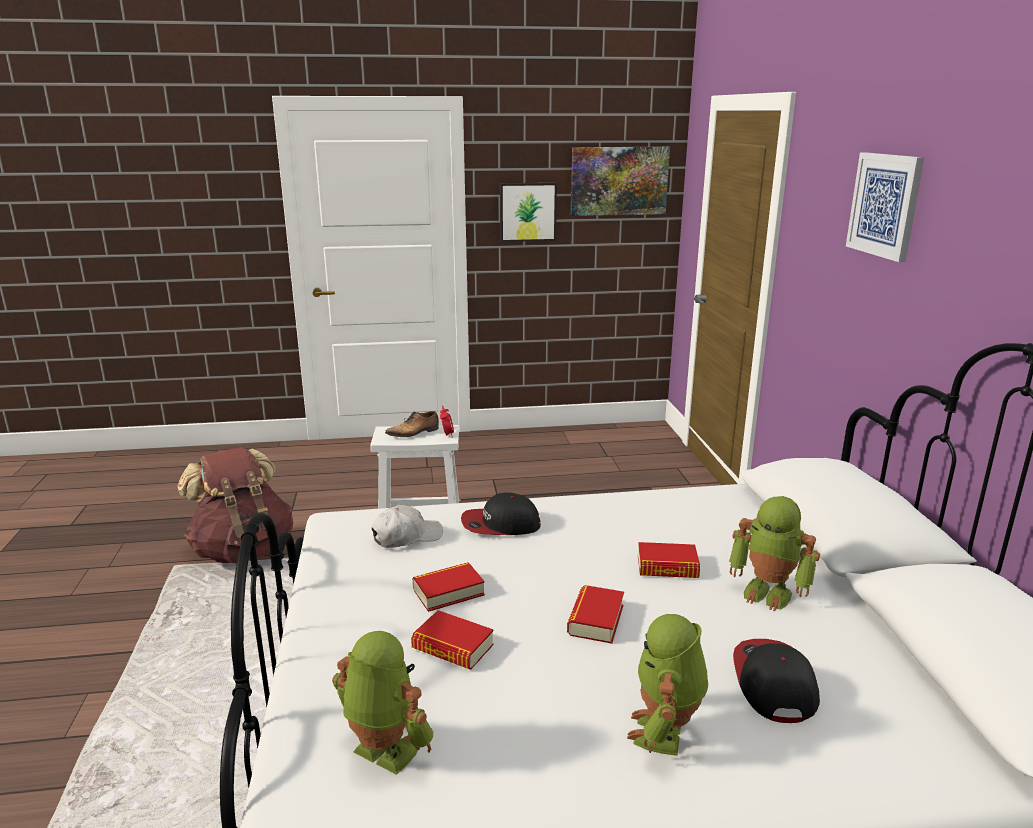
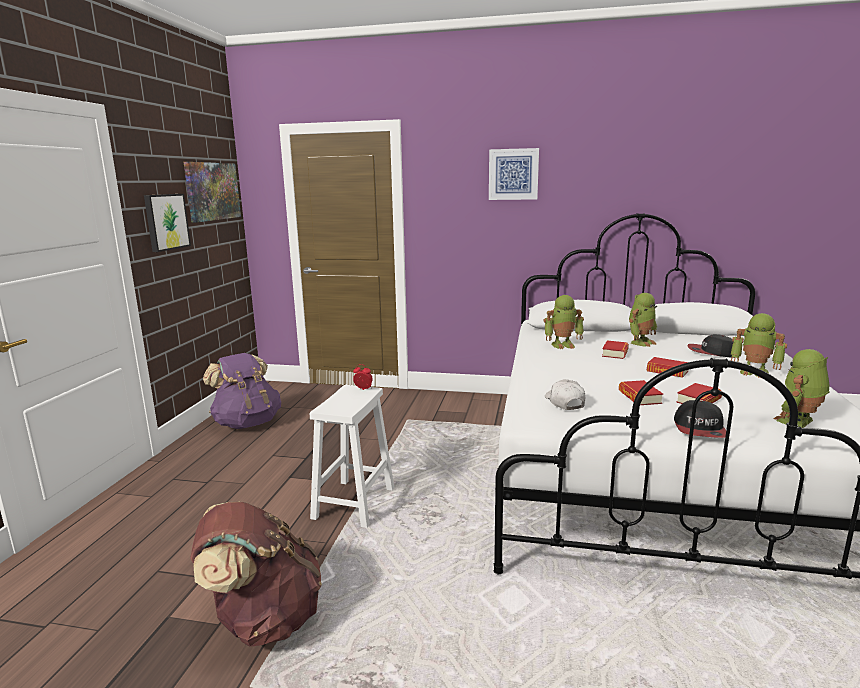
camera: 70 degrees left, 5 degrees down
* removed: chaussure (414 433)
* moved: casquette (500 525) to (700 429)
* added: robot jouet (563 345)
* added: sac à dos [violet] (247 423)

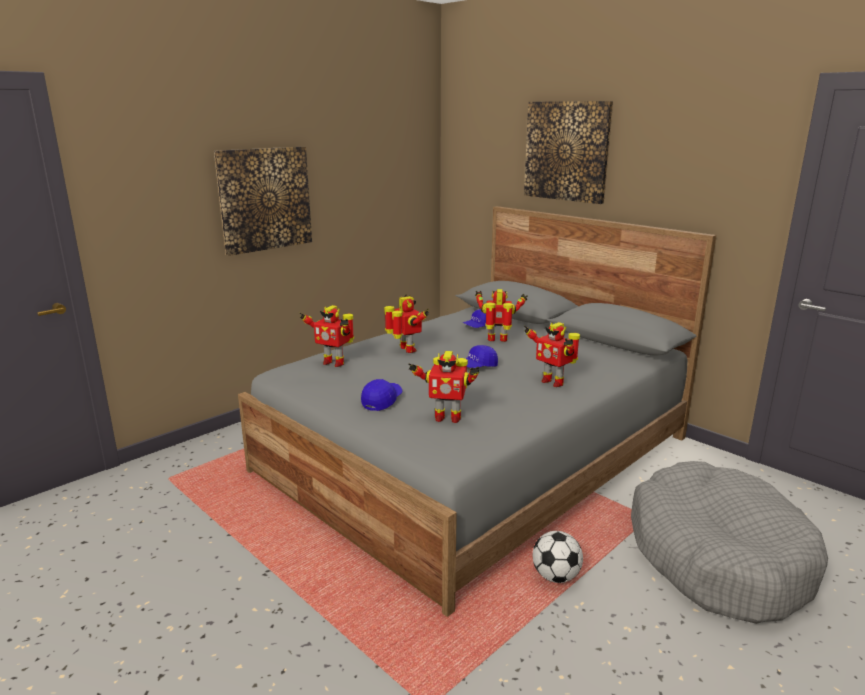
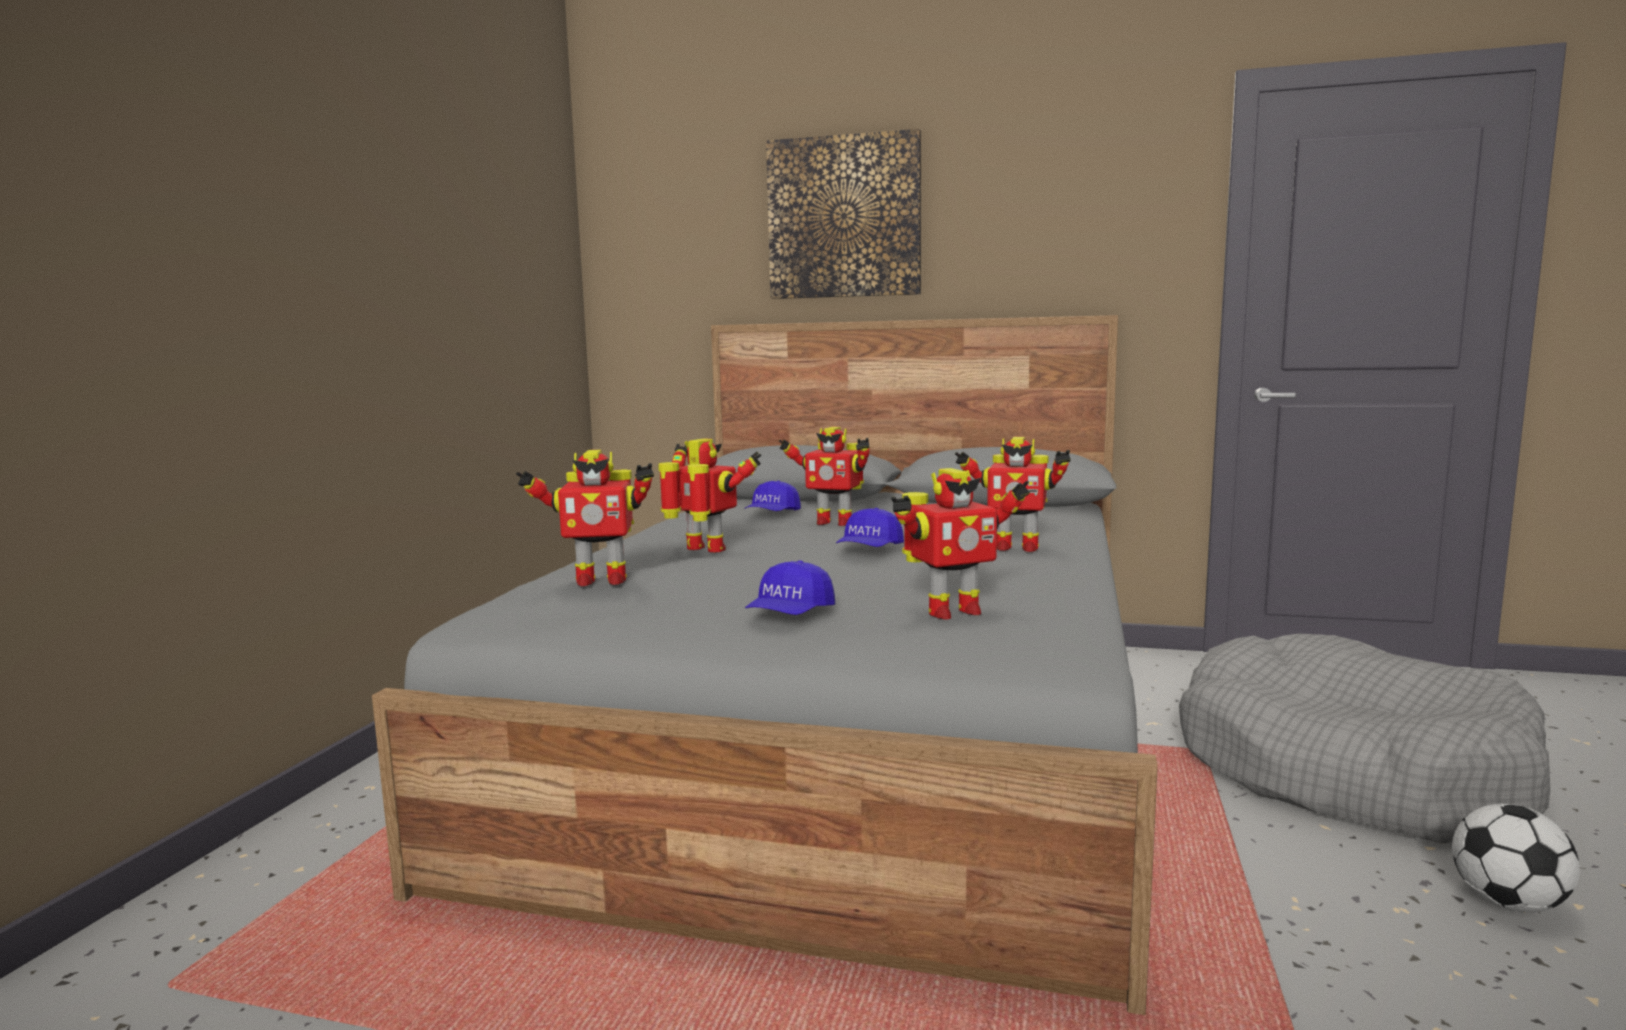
camera: 30 degrees left, 10 degrees down
* removed: tableau (264 199)
* turned: robot jouet (498 340) = (833 522) 135 degrees counterclockwise
* turned: casquette [bleu] (382 401) = (790 615) 150 degrees counterclockwise
* moved: ballon de foot (555 576) to (1508 903)

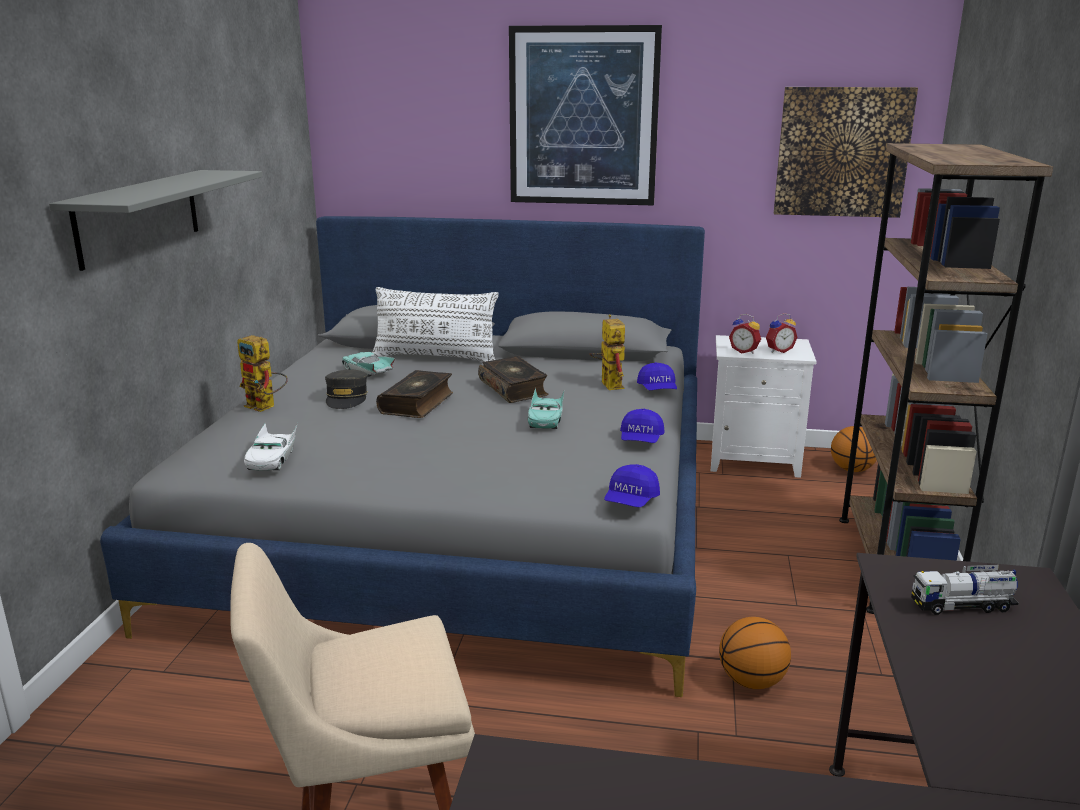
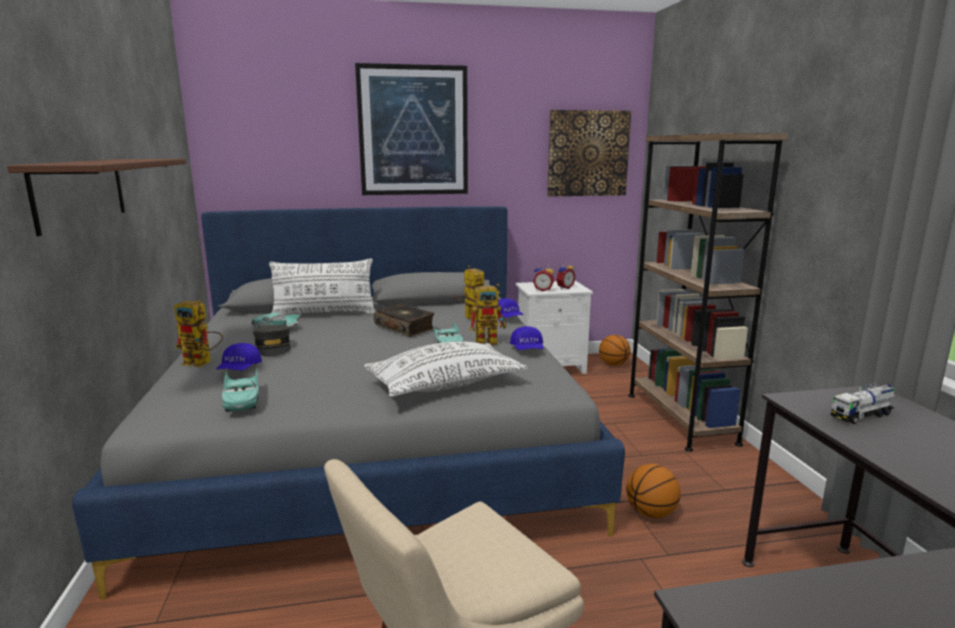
camera: 20 degrees left, 5 degrees down
* recoloured: étagère [gris] (139 216) to étagère [marron] (81 192)
* removed: livre (418 403)
* recoloured: petite voiture [blanc] (272 458) to petite voiture [turquoise] (242 400)
* moved: casquette [bleu] (631 501) to (239 369)
* added: robot jouet (491 341)
* added: coussin [blanc] (445 385)

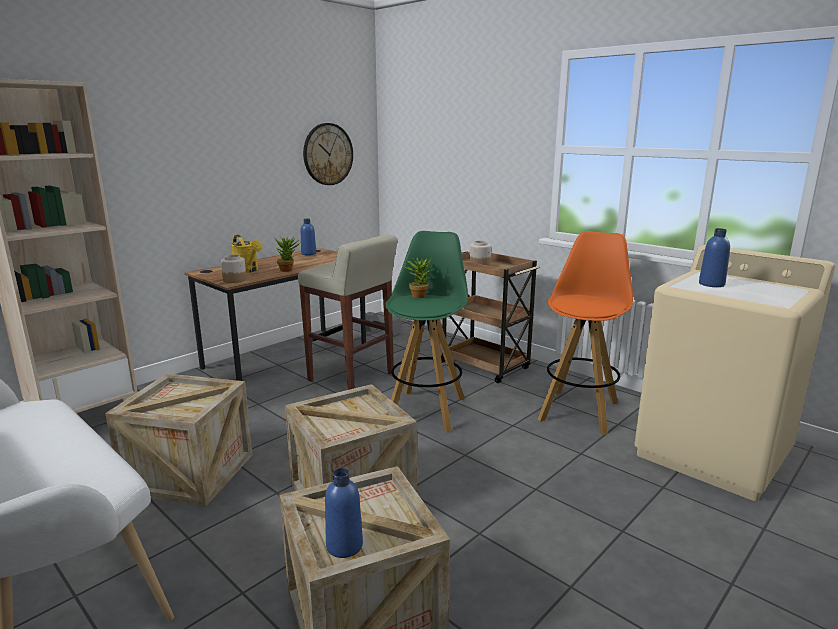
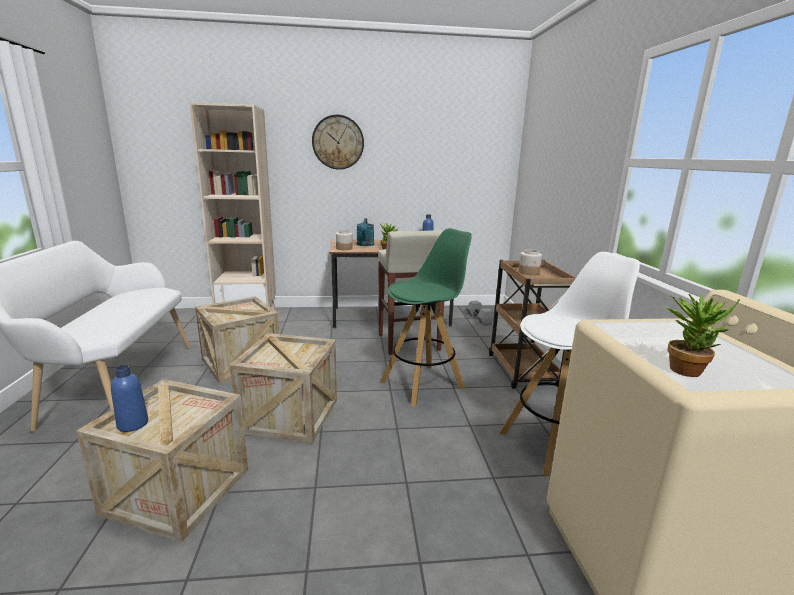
camera: 40 degrees right, 0 degrees up
* moved: horloge murale (328 154) to (338 142)
* removed: bouteille [bleu] (711 284)
* recoloured: tabouret [orange] (579 410) to tabouret [blanc] (554 442)
* recoloured: arrosoir [jaune] (248 270) to arrosoir [turquoise] (365 245)
* moved: plante en pot (419 295) to (687 369)

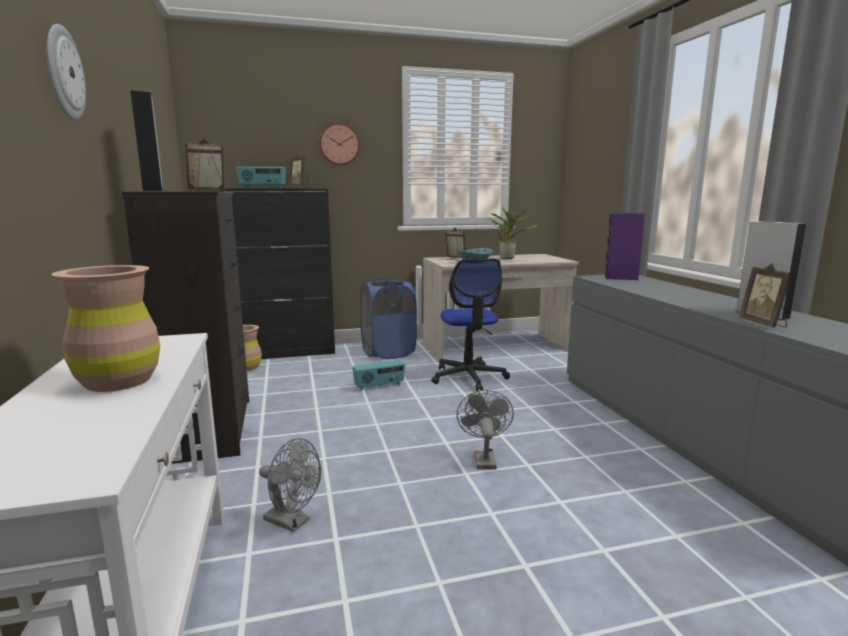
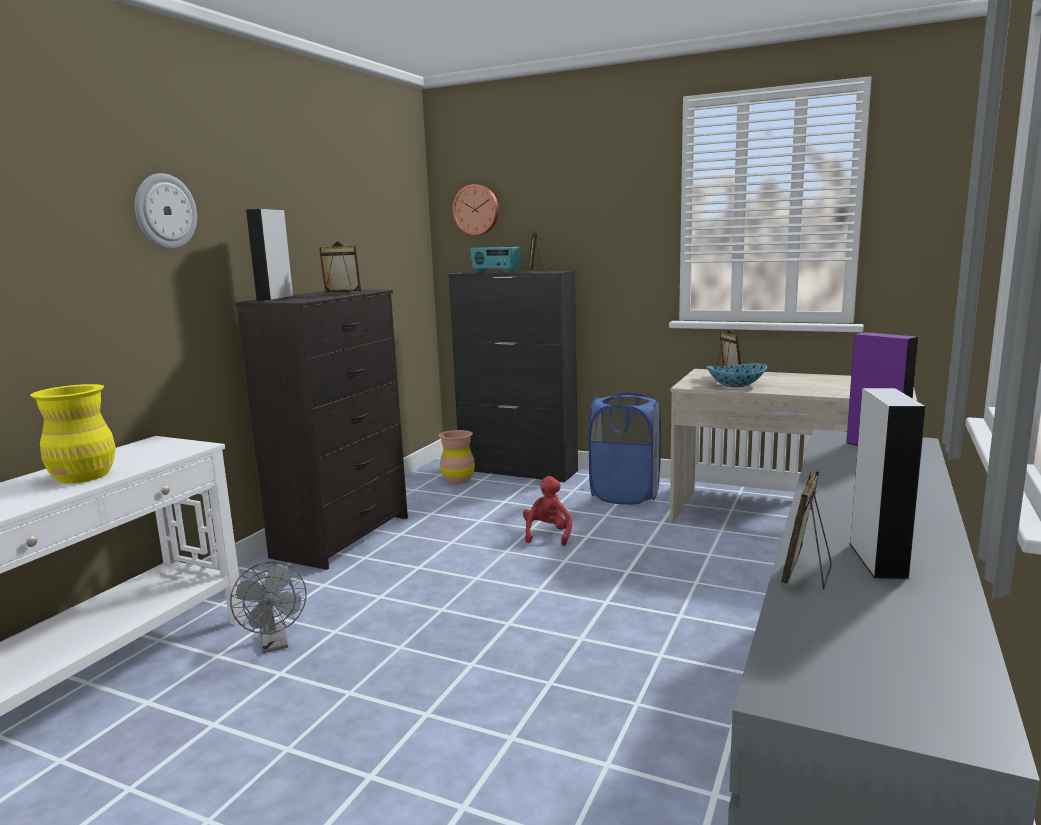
camera: 40 degrees right, 0 degrees up
* moved: horloge murale (339 144) to (476 210)
* removed: plante en pot (507 258)
* removed: chaise de bureau (468 377)
* recoloured: vase [marron] (118 381) to vase [jaune] (83 476)
* replaced: radio (379 386) to peluche [rouge] (548 534)
* removed: ventilateur [gris] (483 458)

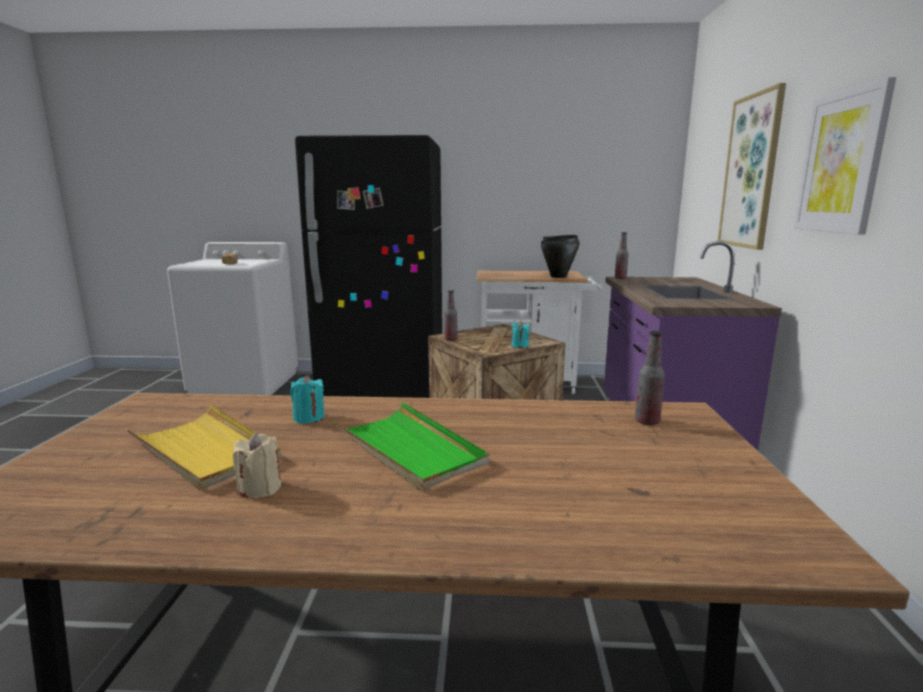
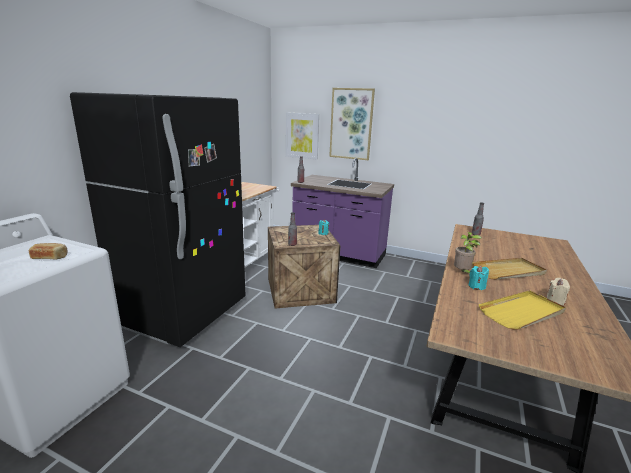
camera: 70 degrees left, 5 degrees up
* moved: tableau (841 162) to (302 135)
* removed: marmite [noir] (559 277)
* recoloured: plateau [vert] (409 448) to plateau [beige] (508 271)
* added: plante en pot (462 273)

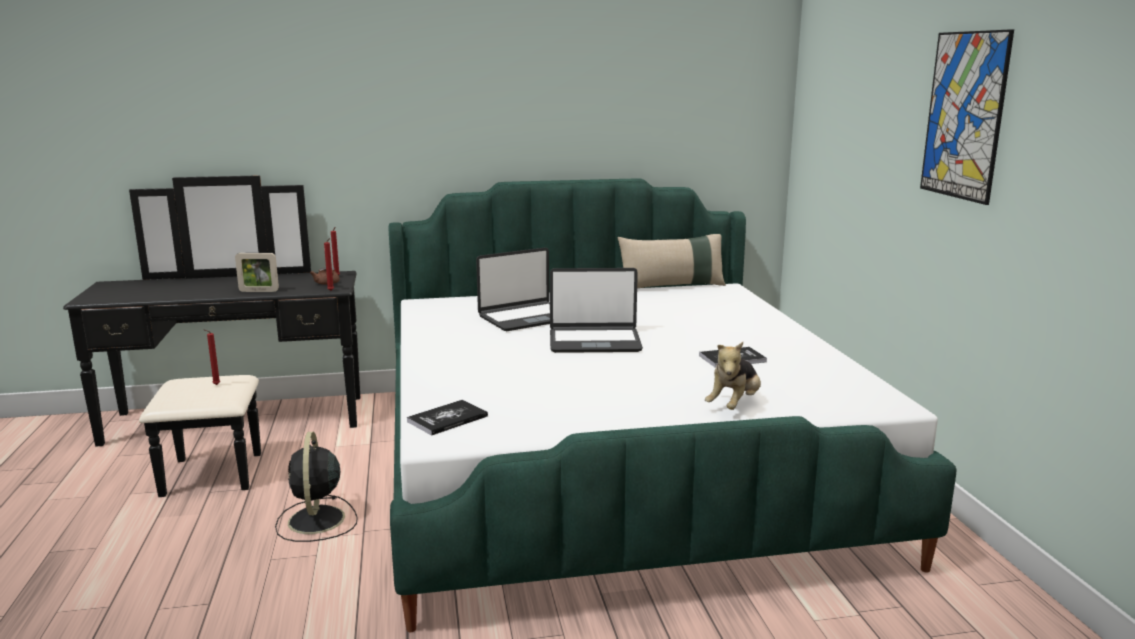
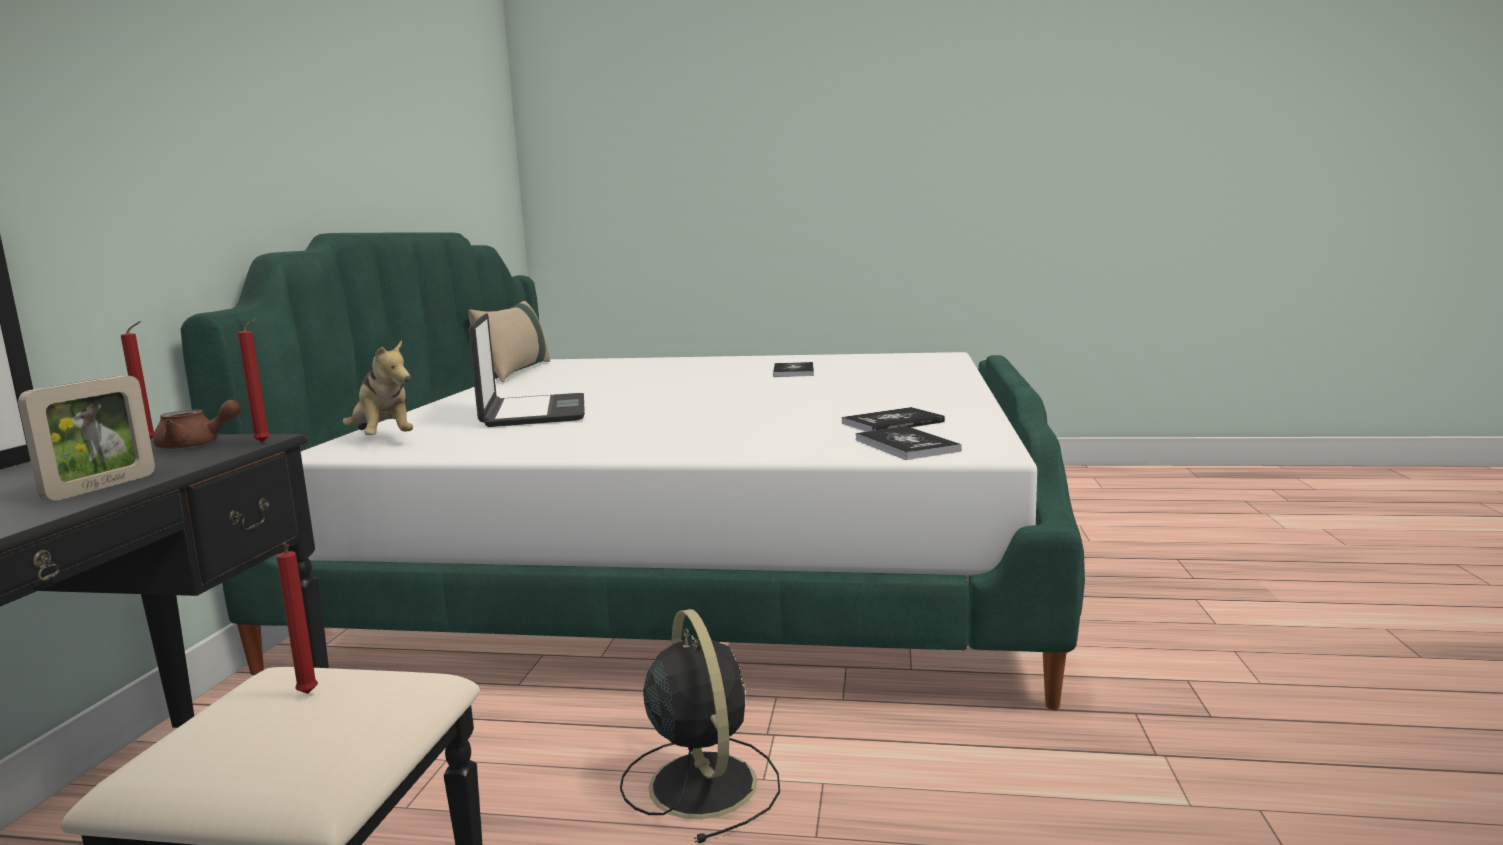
camera: 70 degrees left, 5 degrees down
* removed: tableau (964 115)
* removed: ordinateur portable (594 341)
* moved: peluche (734 405) to (383 439)
* turned: ventilateur [noir] (316 521) = (701 782) 120 degrees counterclockwise
* added: livre (892 422)

